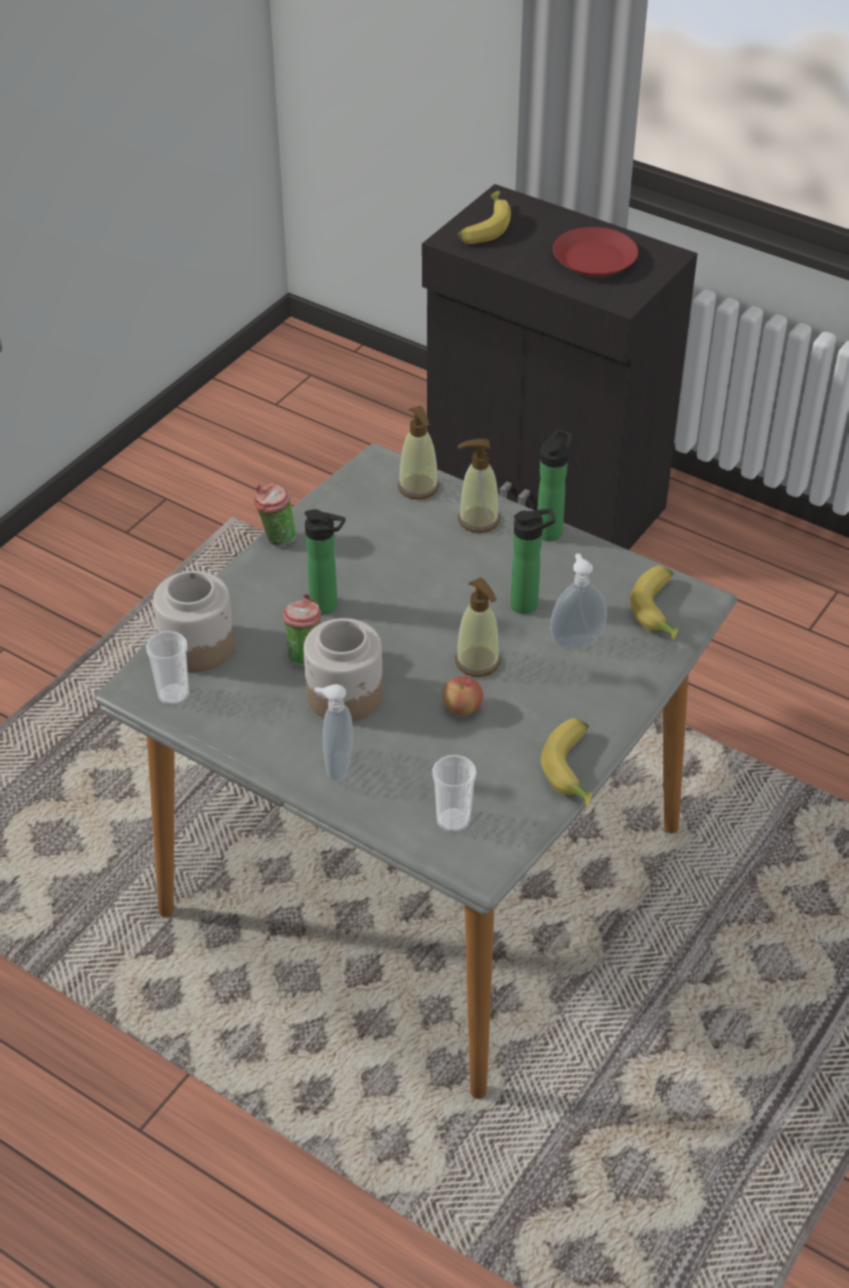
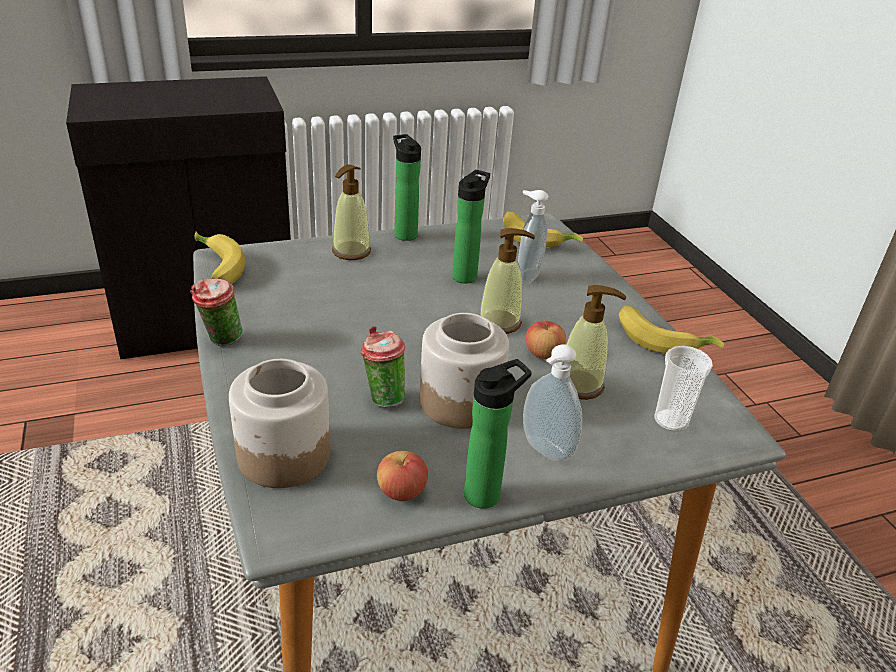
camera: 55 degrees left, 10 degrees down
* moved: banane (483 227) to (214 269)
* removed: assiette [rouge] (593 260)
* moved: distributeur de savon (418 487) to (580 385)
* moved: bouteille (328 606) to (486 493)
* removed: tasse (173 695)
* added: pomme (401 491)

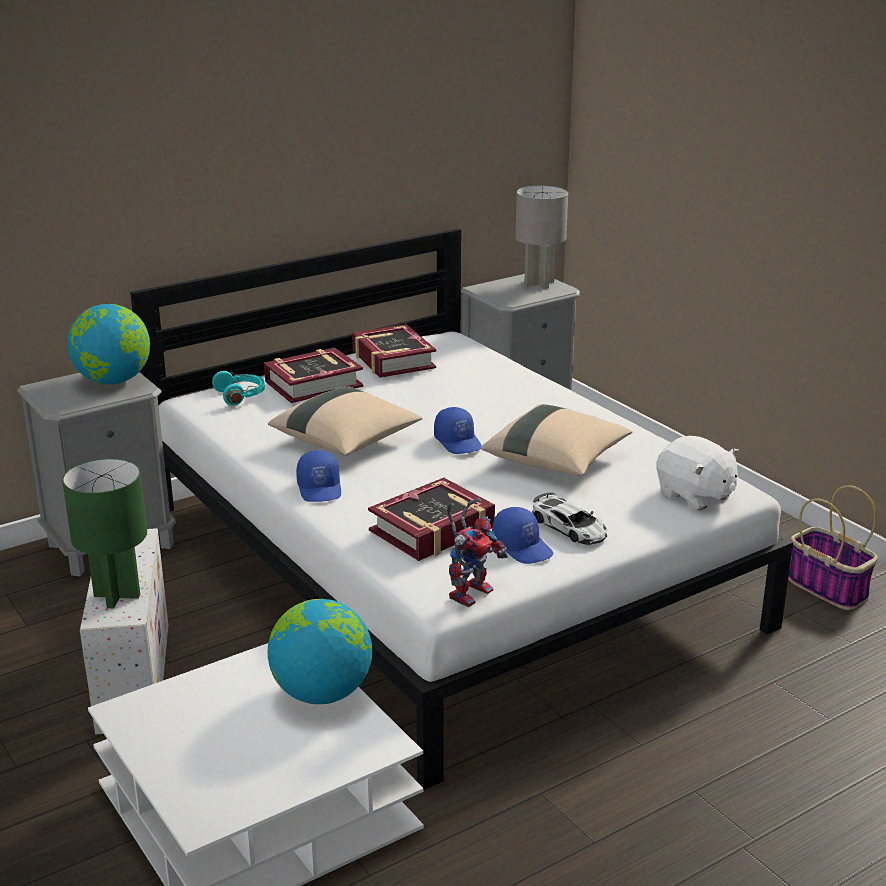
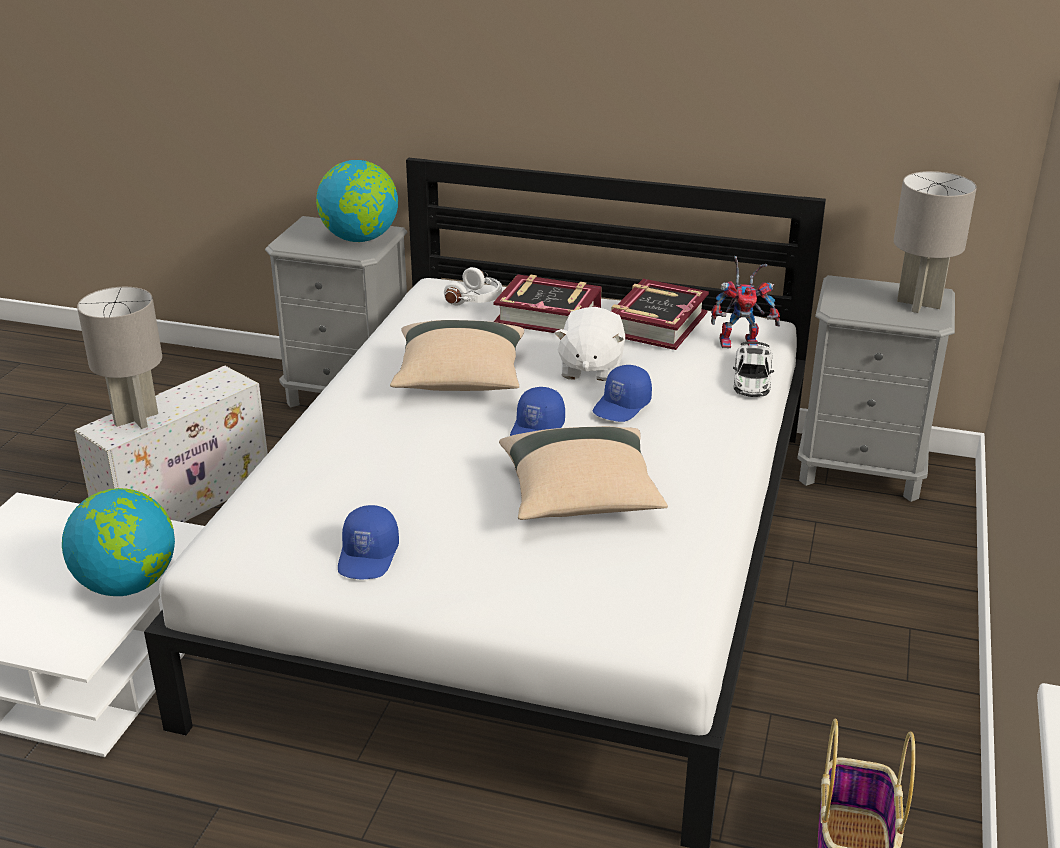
camera: 50 degrees right, 5 degrees up
* recoloured: casque audio [turquoise] (241 395) to casque audio [blanc] (476 299)
* moved: peluche [blanc] (695 495) to (590 369)
* moved: casquette [bleu] (320 488) to (622 406)
* recoloured: lampe de table [vert] (117 596) to lampe de table [gris] (136 419)
* removed: livre (432 530)
* moved: petite voiture (569 527) to (752 378)
* moved: robot jouet (470 591) to (741 341)

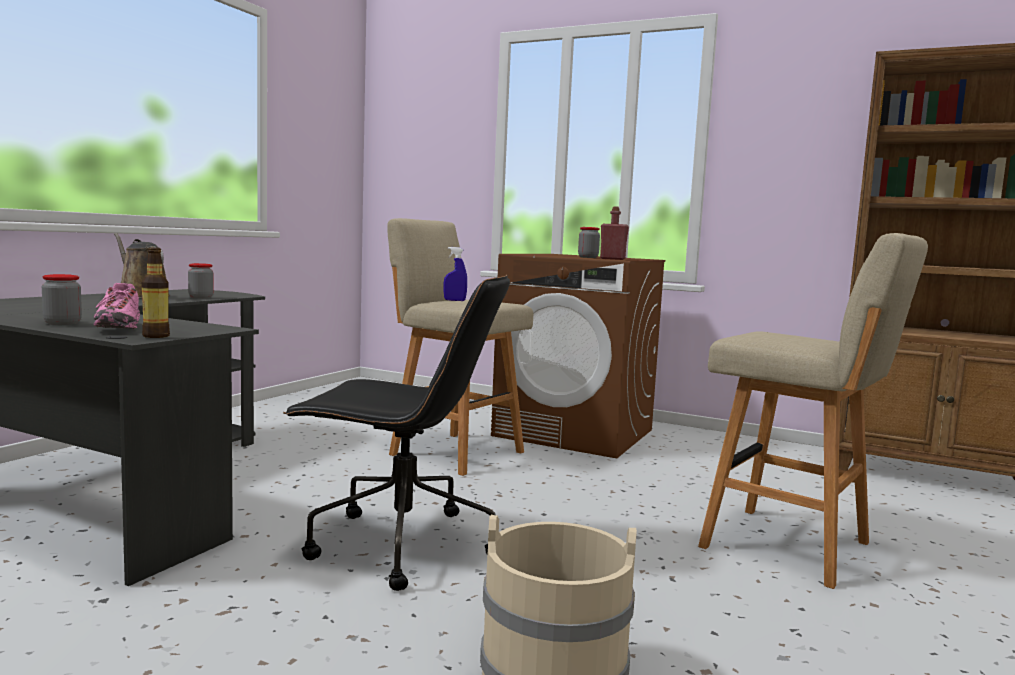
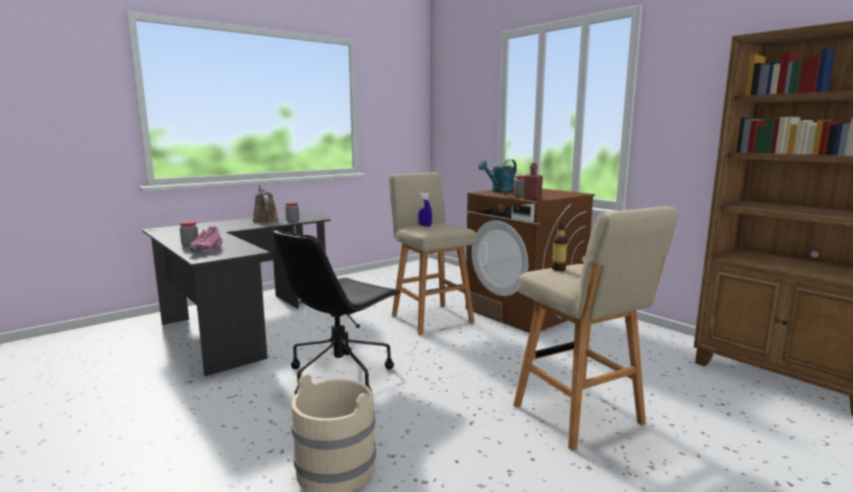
camera: 25 degrees right, 5 degrees up
* moved: bouteille (156 336) to (558 269)
* turned: chaise de bureau [noir] (399 545) = (340 375) 90 degrees clockwise
* added: arrosoir [turquoise] (500 191)

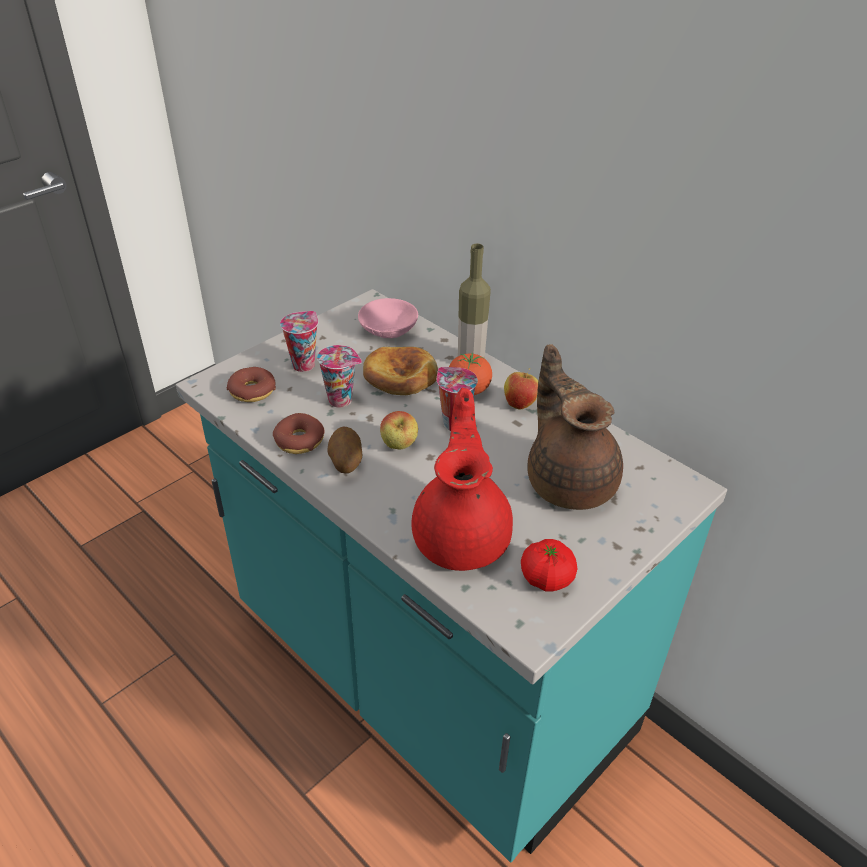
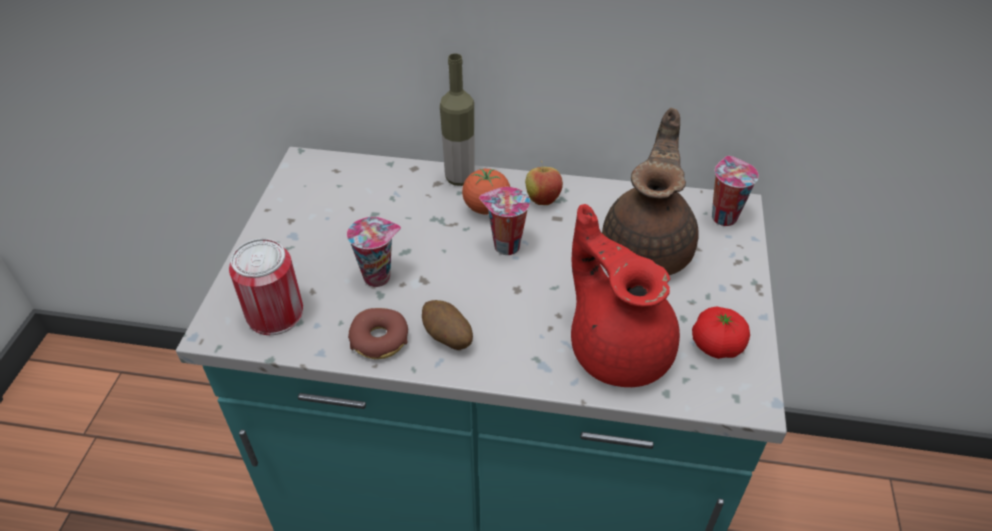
camera: 35 degrees left, 5 degrees up
* removed: bol [rose] (389 329)
* moved: tasse (304 364) to (722 216)
* turned: théière [marron] (569 480) = (648 248) 75 degrees clockwise
* removed: pain (400 375)
* replaced: beignet (252 391) to boîte métallique (275 314)
* removed: pomme (399 446)

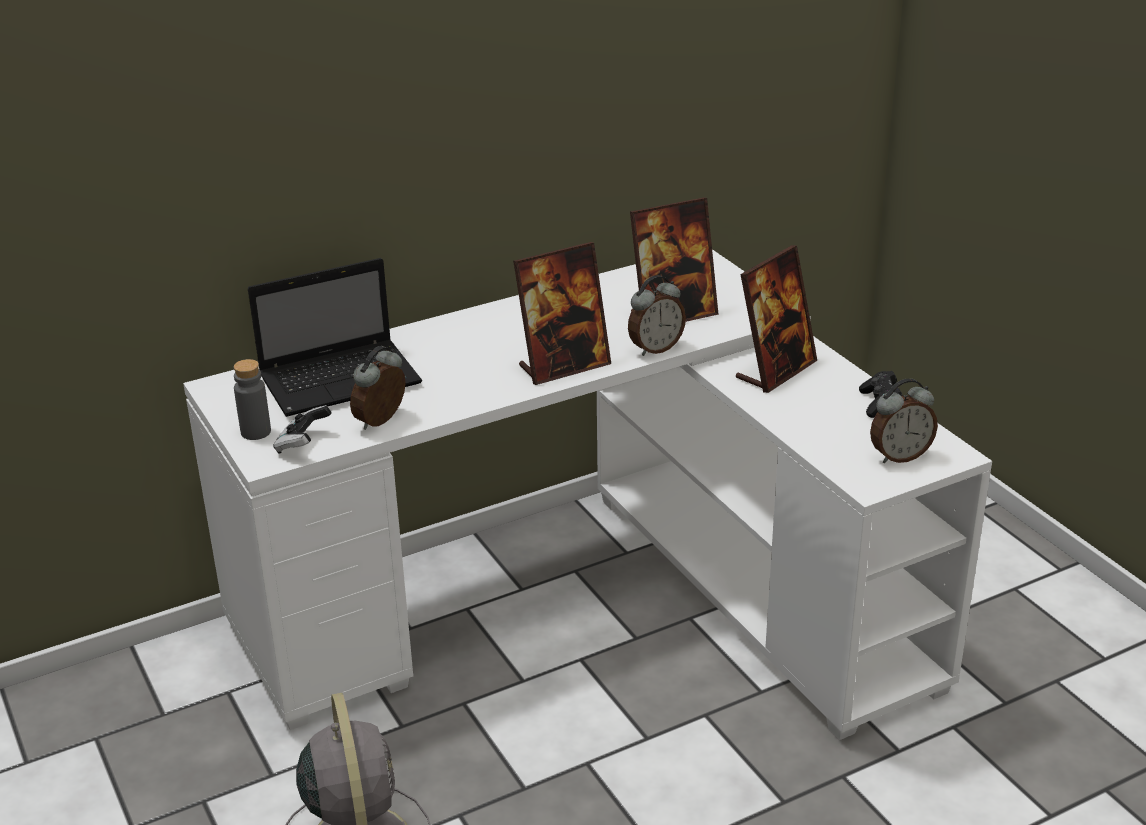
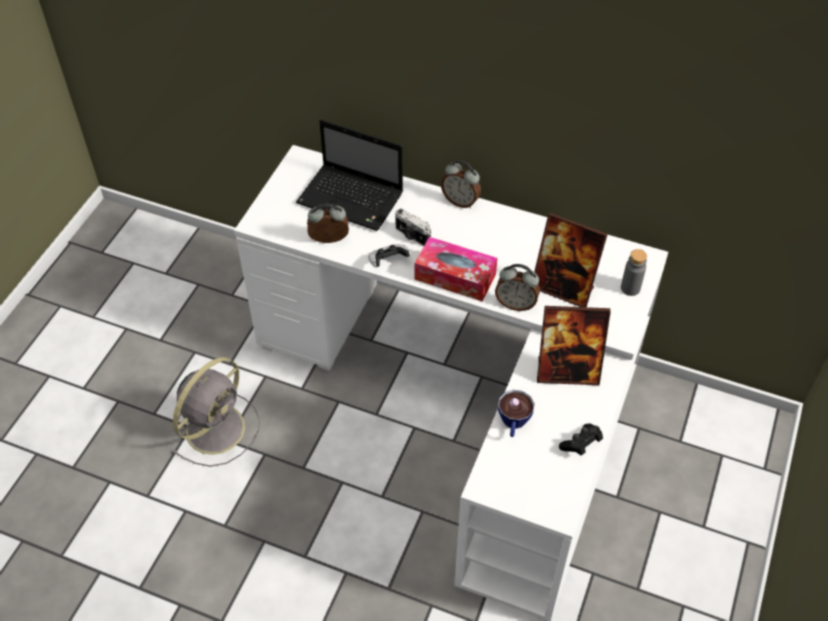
camera: 50 degrees right, 20 degrees up
* replaced: cadre photo (564 366) to boîte à mouchoirs (455 276)
* moved: bouteille [gris] (256 432) to (630 288)
* moved: réveil (899 456) to (460 201)
* moved: manette (303 444) to (388 262)
* added: appareil photo (412 236)
* added: tasse (513 424)

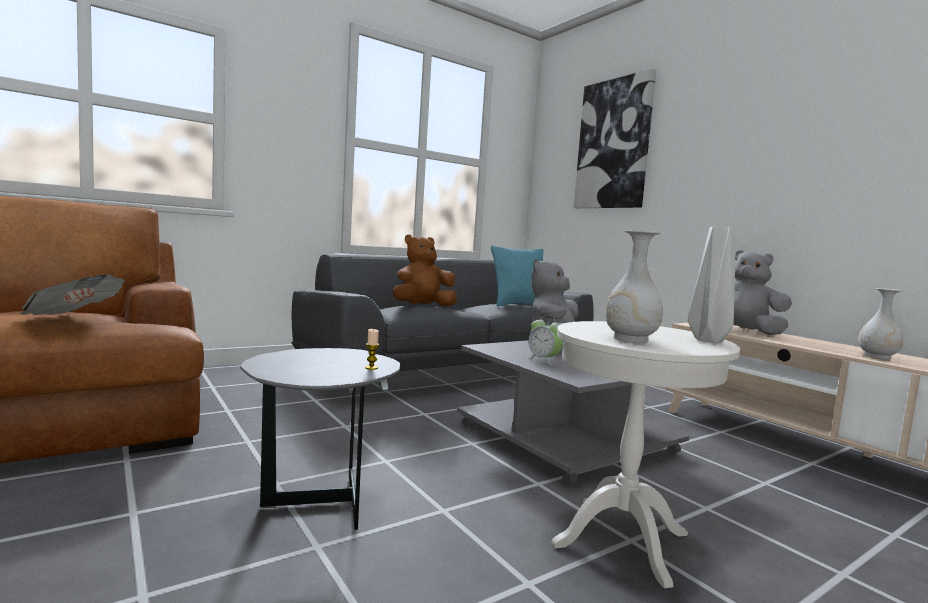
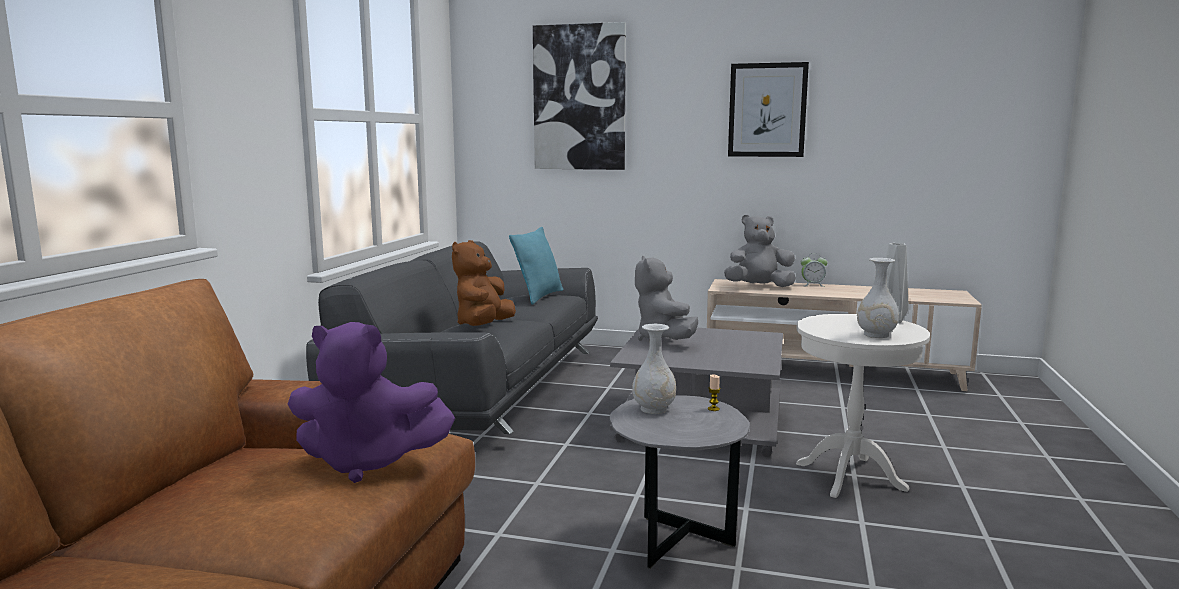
camera: 40 degrees left, 5 degrees up
* replaced: journal (74 319) to peluche [violet] (368 462)
* moved: vase [blanc] (878 357) to (654 409)
* moved: réveil (543 360) to (812 285)
* added: tableau (767 110)

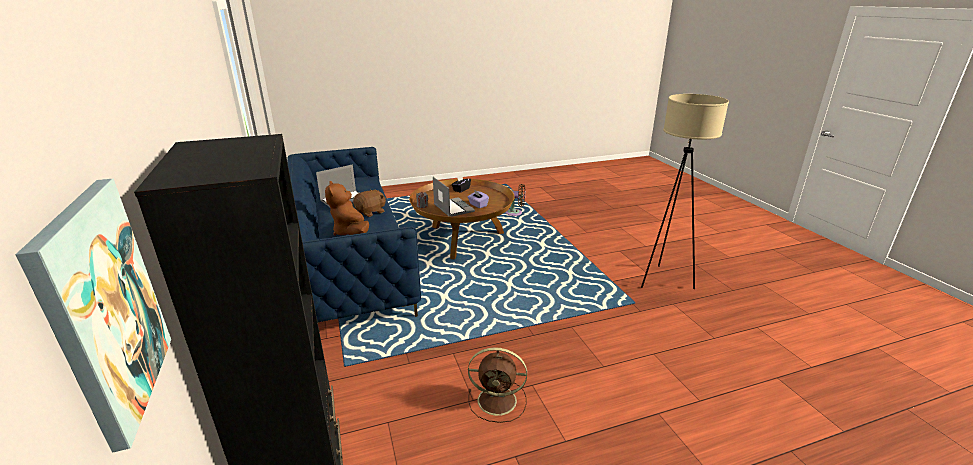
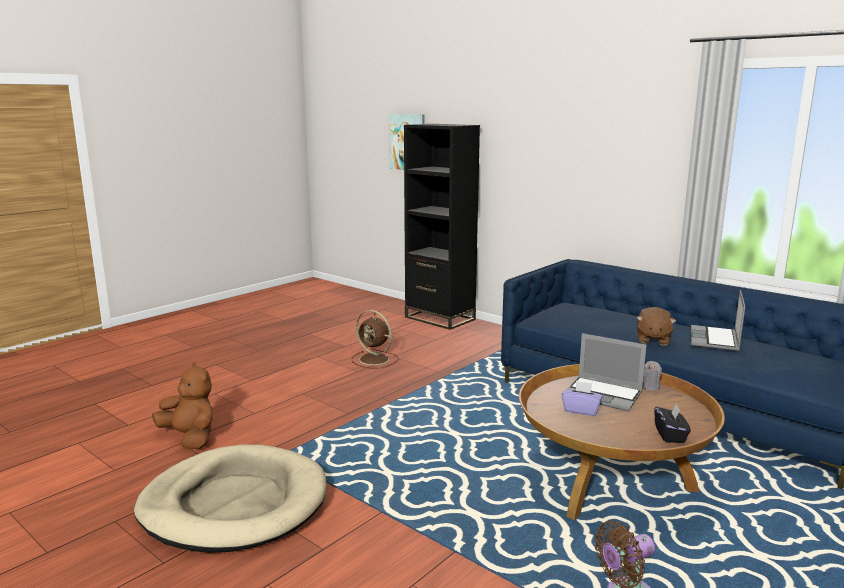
camera: 150 degrees right, 10 degrees down
* replaced: lampadaire [beige] (663 280) to panier pour chien [beige] (234 504)
* moved: peluche [marron] (351 232) to (190 438)
* turned: ventilateur [marron] (499 400) = (375 360) 120 degrees counterclockwise

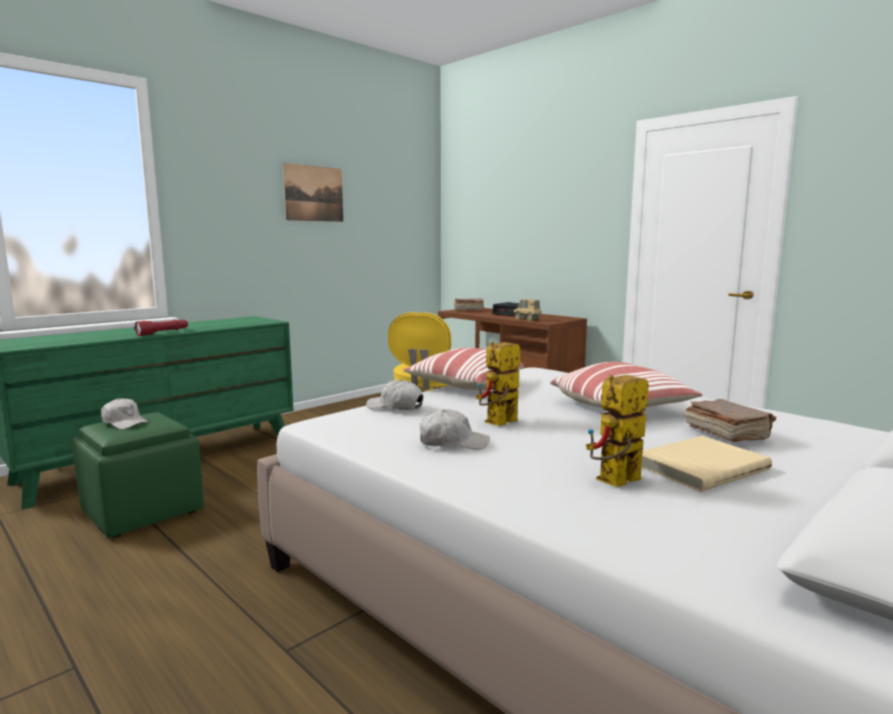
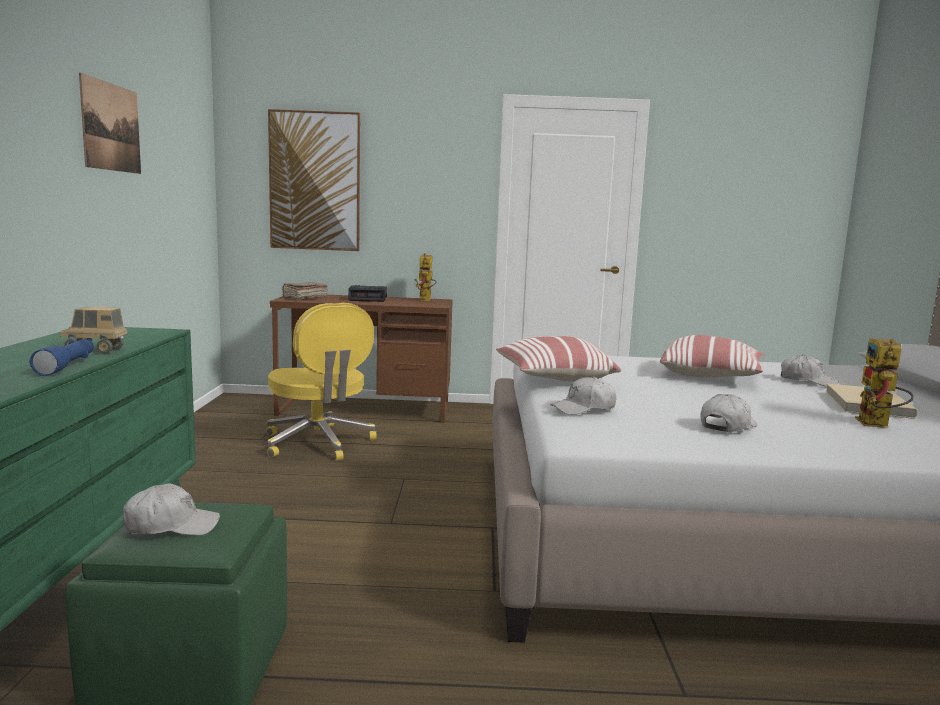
camera: 45 degrees left, 0 degrees up
* moved: camion jouet (527 319) to (95 350)
* recoloured: lampe de poche [rouge] (163 333) to lampe de poche [bleu] (68 366)
* moved: robot jouet (498 423) to (425 300)
* replaced: livre [marron] (726 433) to casquette [blanc] (807 381)
* added: tableau (315 181)

